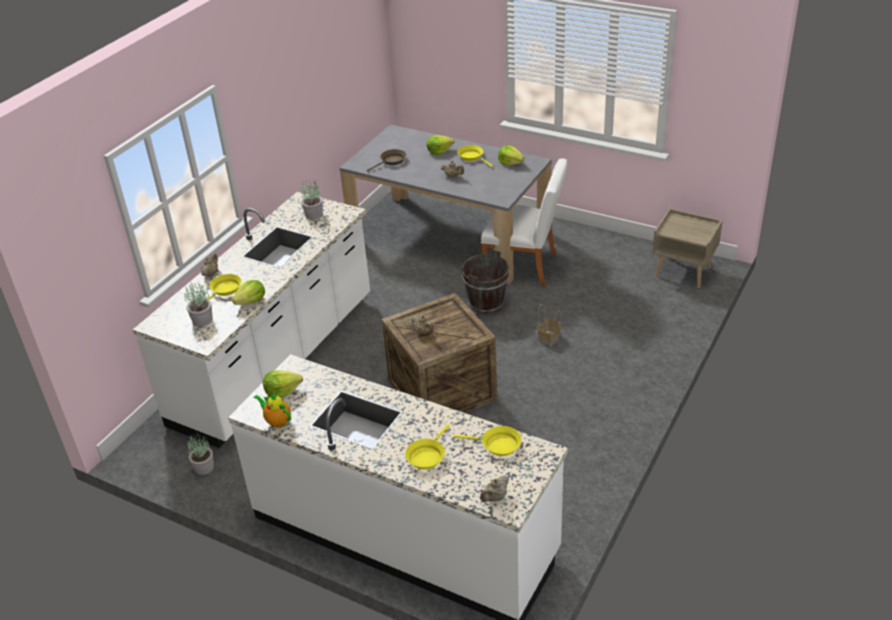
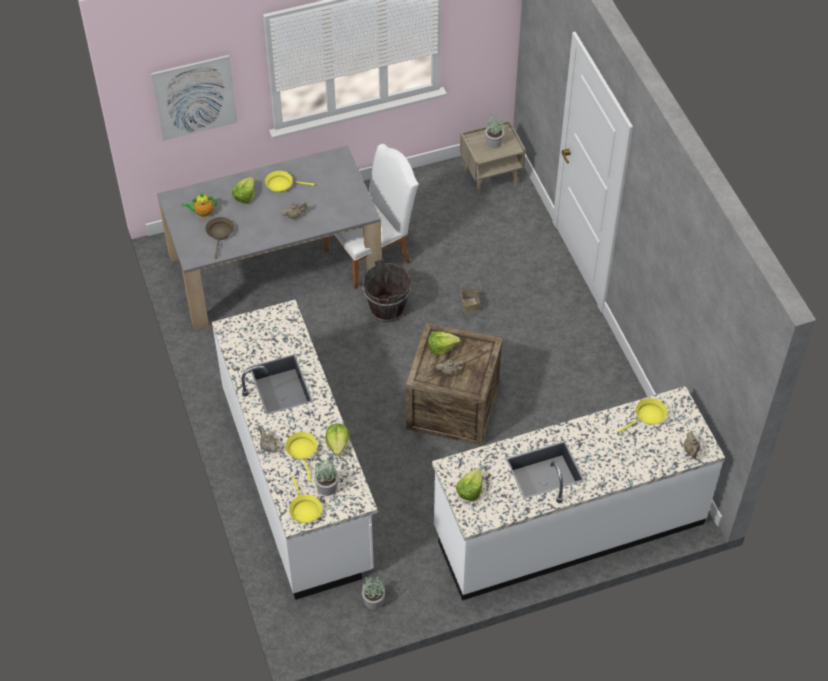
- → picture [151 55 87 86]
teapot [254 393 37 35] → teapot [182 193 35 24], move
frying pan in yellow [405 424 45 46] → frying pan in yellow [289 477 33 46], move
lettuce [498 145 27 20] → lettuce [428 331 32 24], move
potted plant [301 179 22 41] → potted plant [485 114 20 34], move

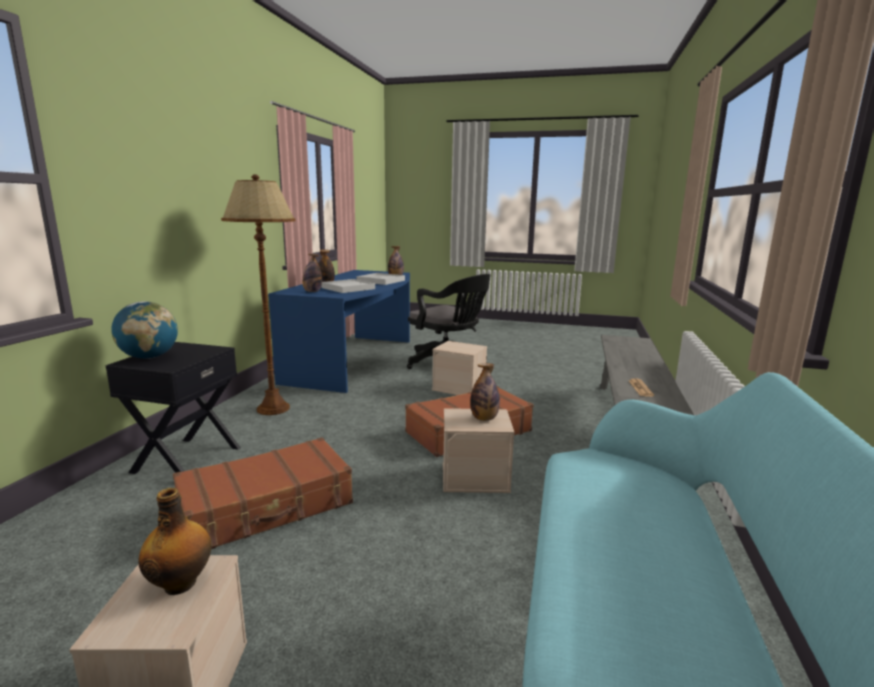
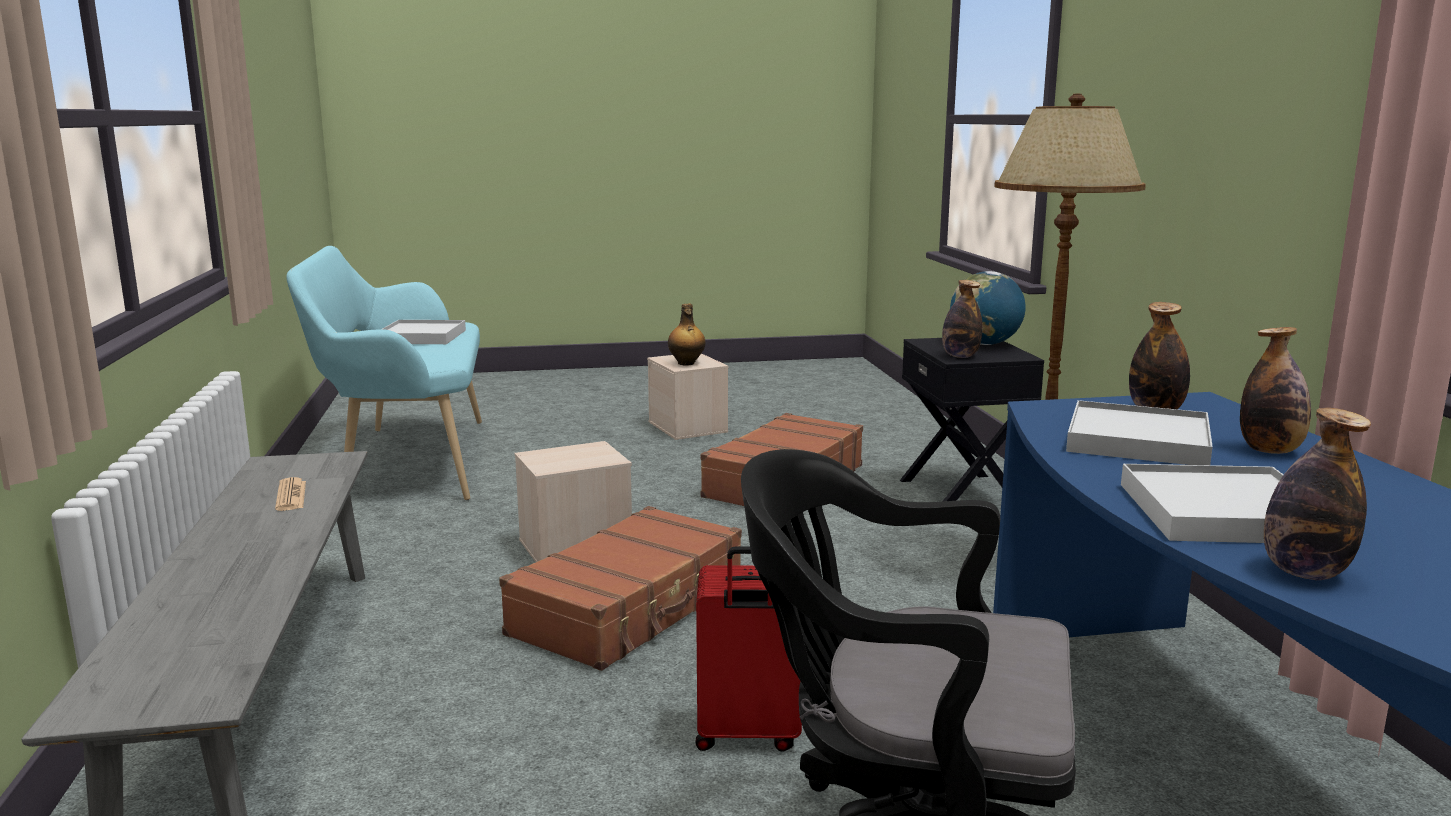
- → tray in white [383 320 83 24]
storage box in beige [432 341 55 54] → suitcase in red [695 547 107 205]
bottle [470 363 30 58] → bottle [942 280 41 78], move

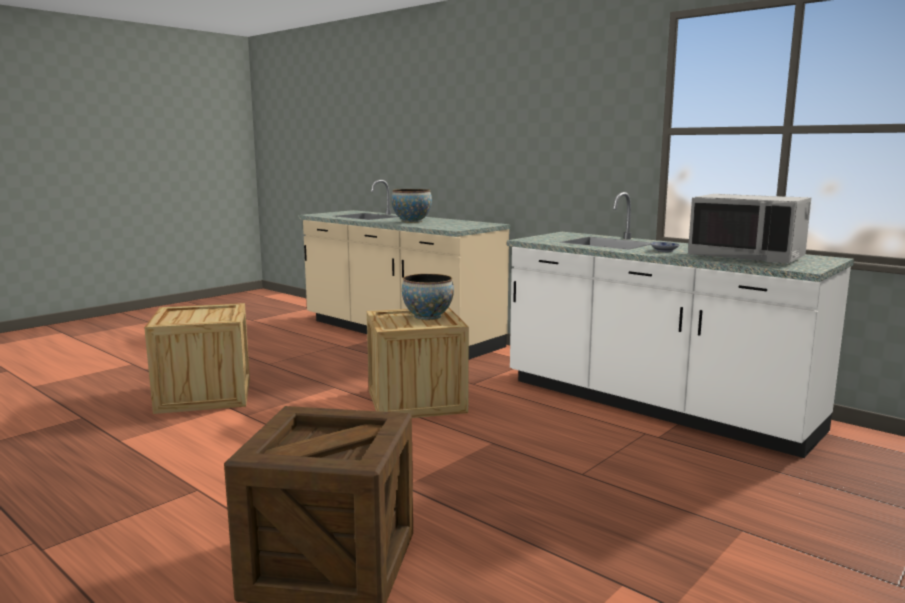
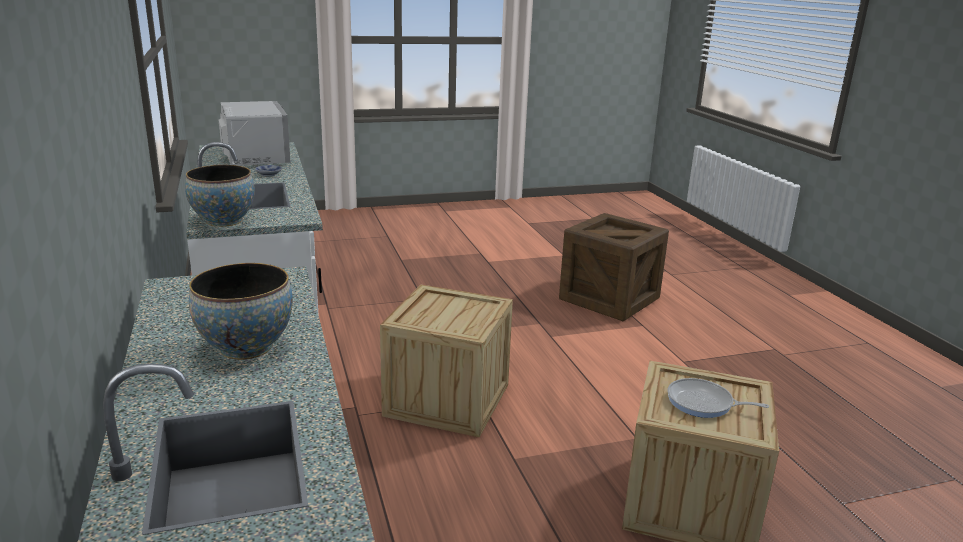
bowl [402 274 52 46] → bowl [185 165 70 62], move
- → frying pan [668 378 101 40]

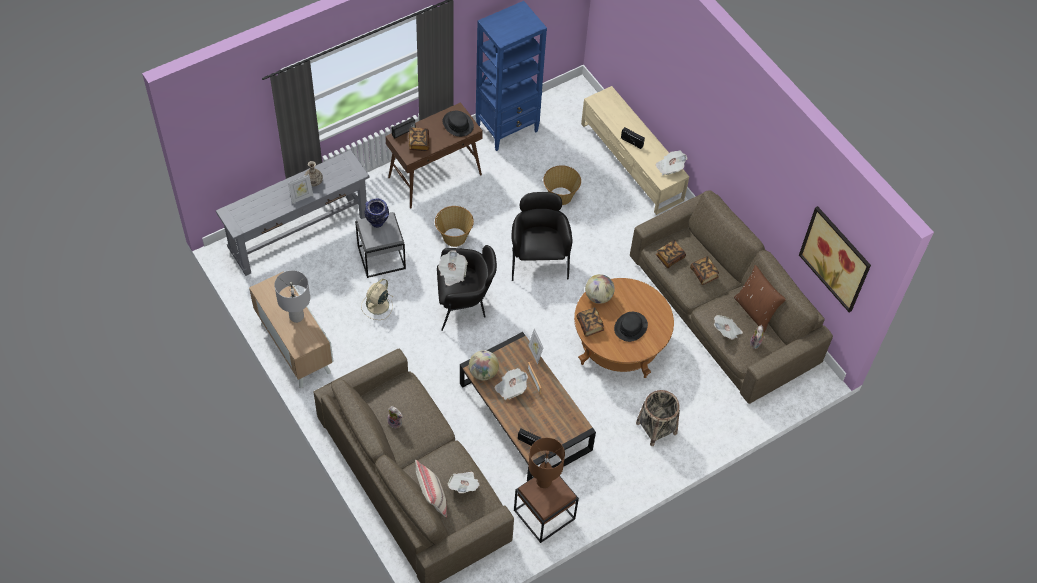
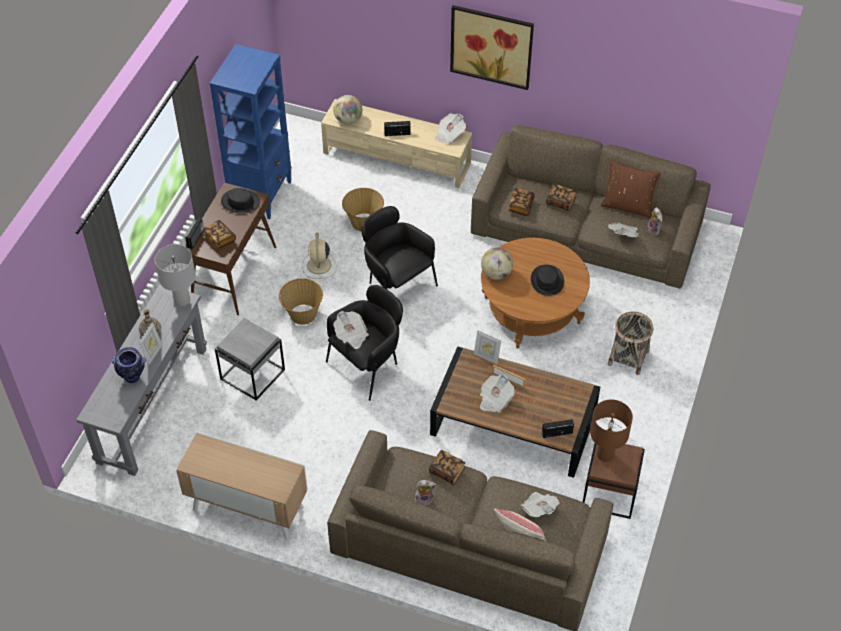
vase [365 199 24 29] → vase [112 347 34 36], move
table lamp in grey [274 270 36 53] → table lamp in grey [155 244 41 63], move
fan in beige [361 279 32 41] → fan in beige [302 233 35 46], move
globe [469 350 30 30] → globe [333 95 29 29], move
book [576 307 28 30] → book [429 450 37 35], move
picture [799 206 72 106] → picture [450 5 84 85], move

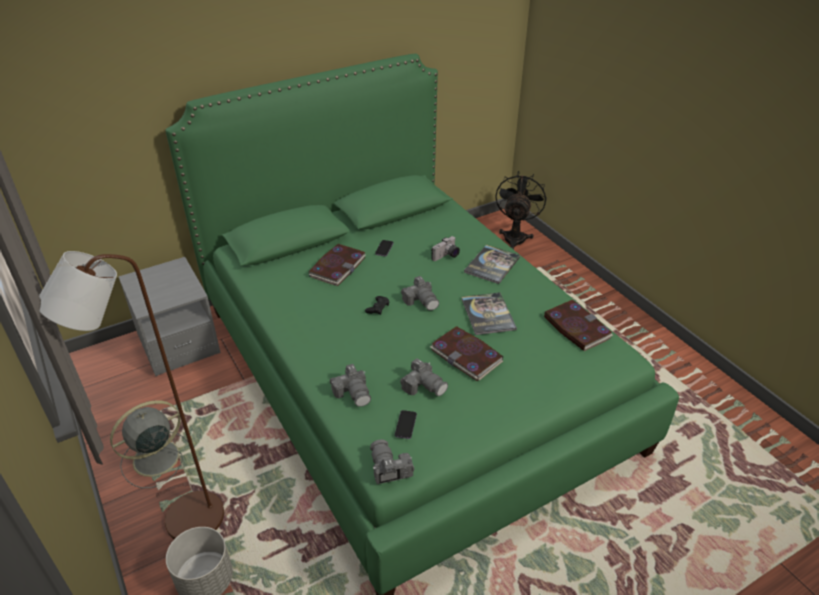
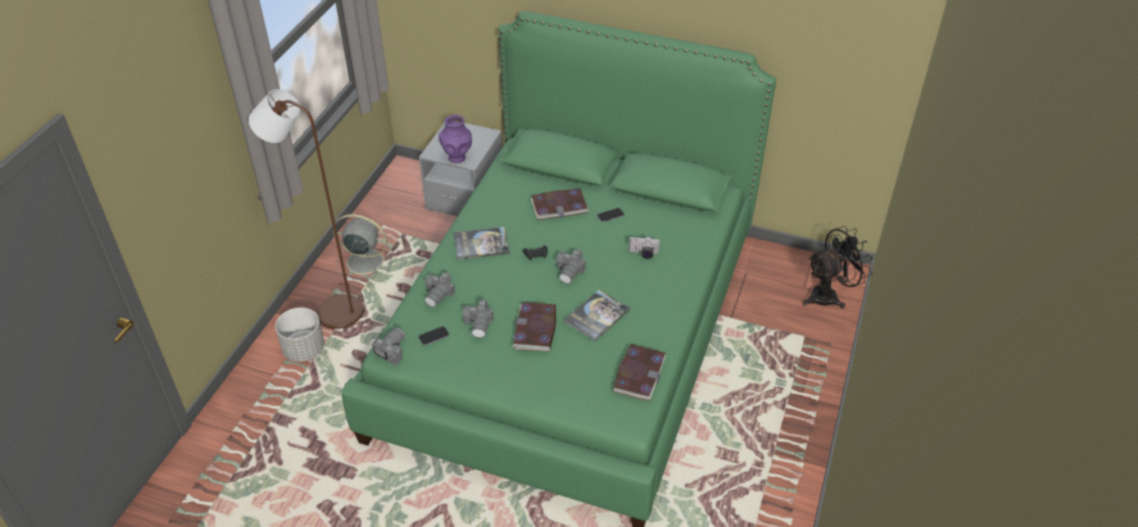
- → vase in purple [439 115 33 48]
book [464 245 56 39] → book [453 227 57 33], move

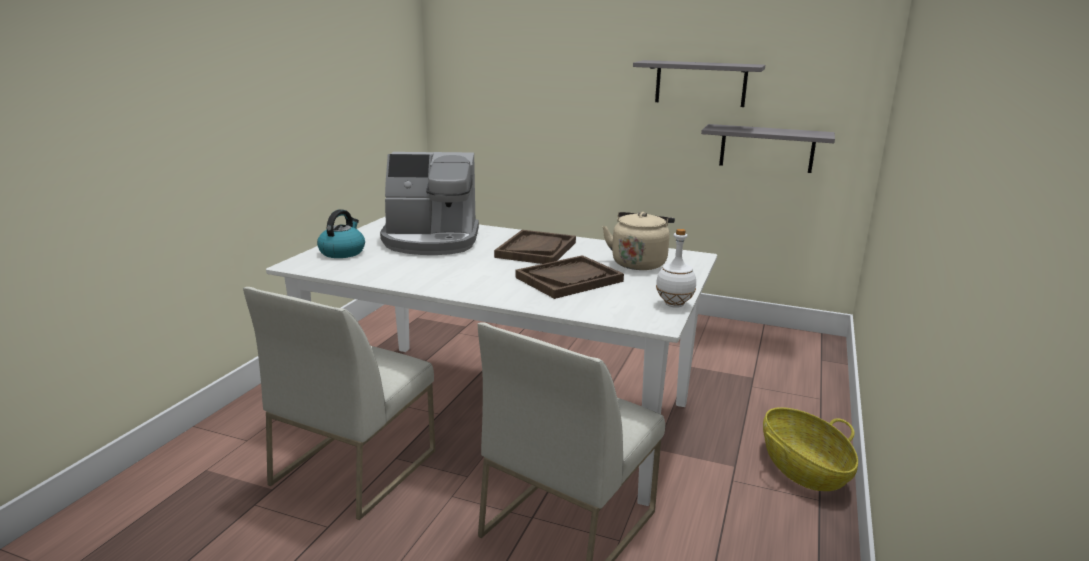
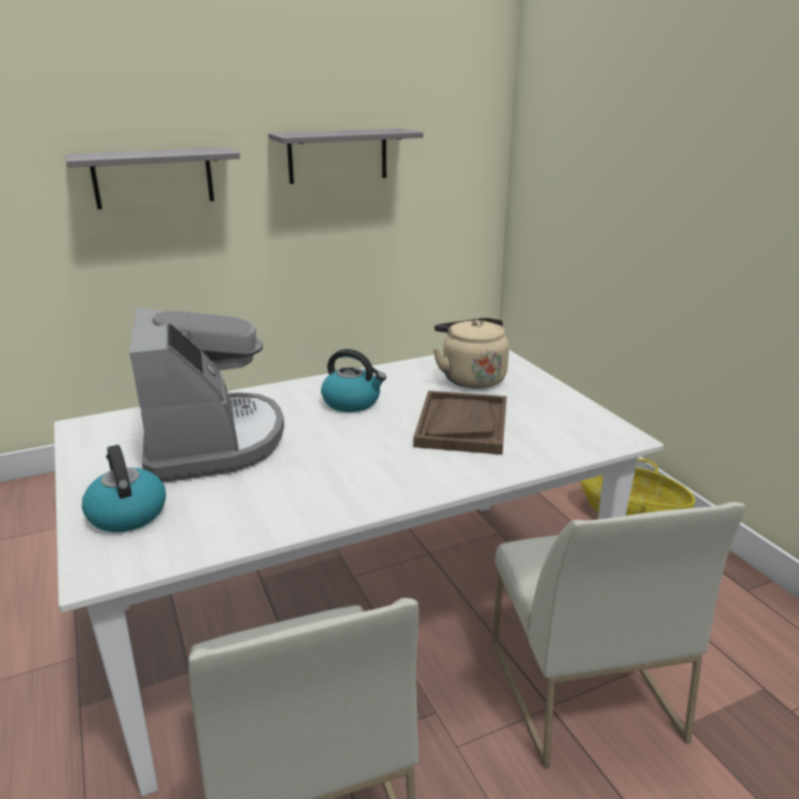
shelf in grey [701 124 134 49] → shelf in grey [65 147 175 62], move
coffee machine [380 152 99 103] → coffee machine [130 308 154 175], 60 degrees counterclockwise
tray in brown [494 230 82 34] → kettle [321 349 65 63]
bottle in white [656 229 40 79] → -

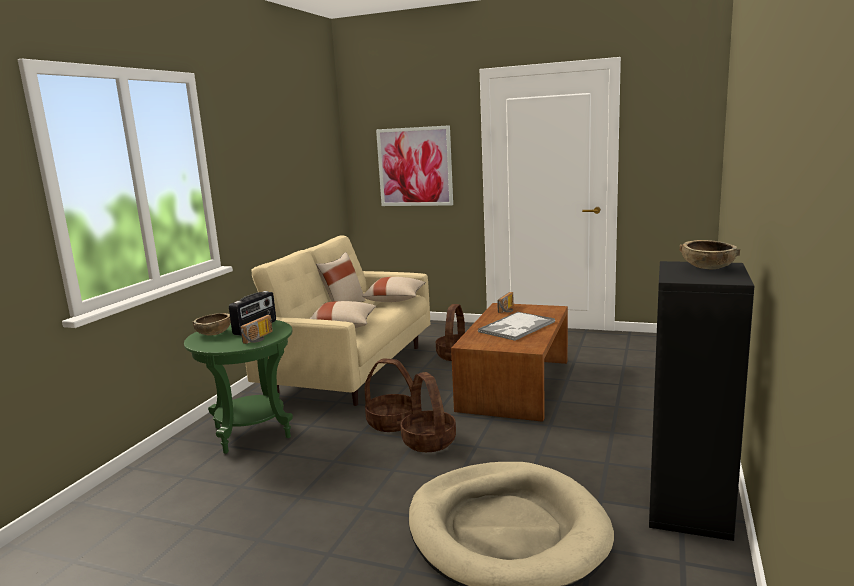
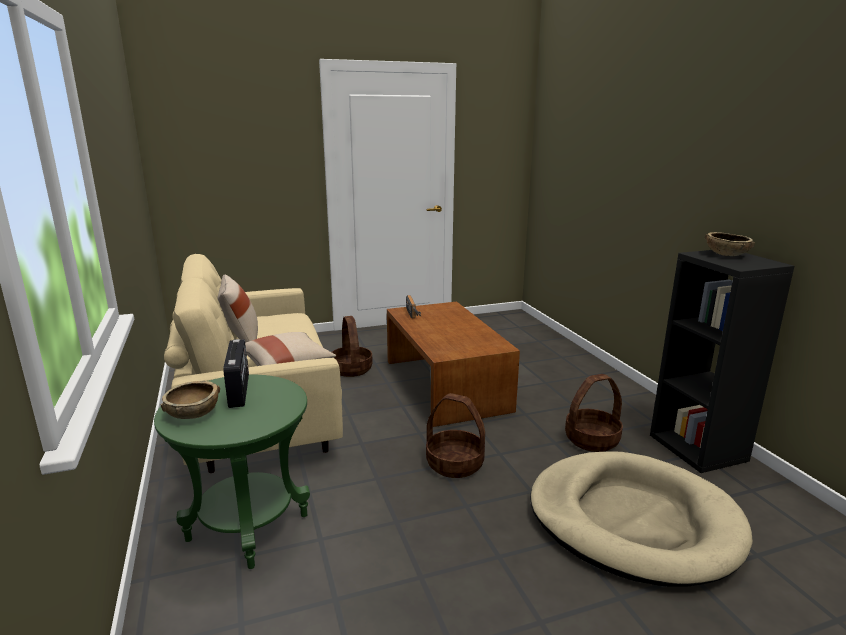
basket [364 358 49 74] → basket [565 374 58 78], move
radio [241 315 32 29] → -
pillow in beige [363 277 63 25] → -
picture [376 125 77 81] → -
tray [478 312 77 29] → -

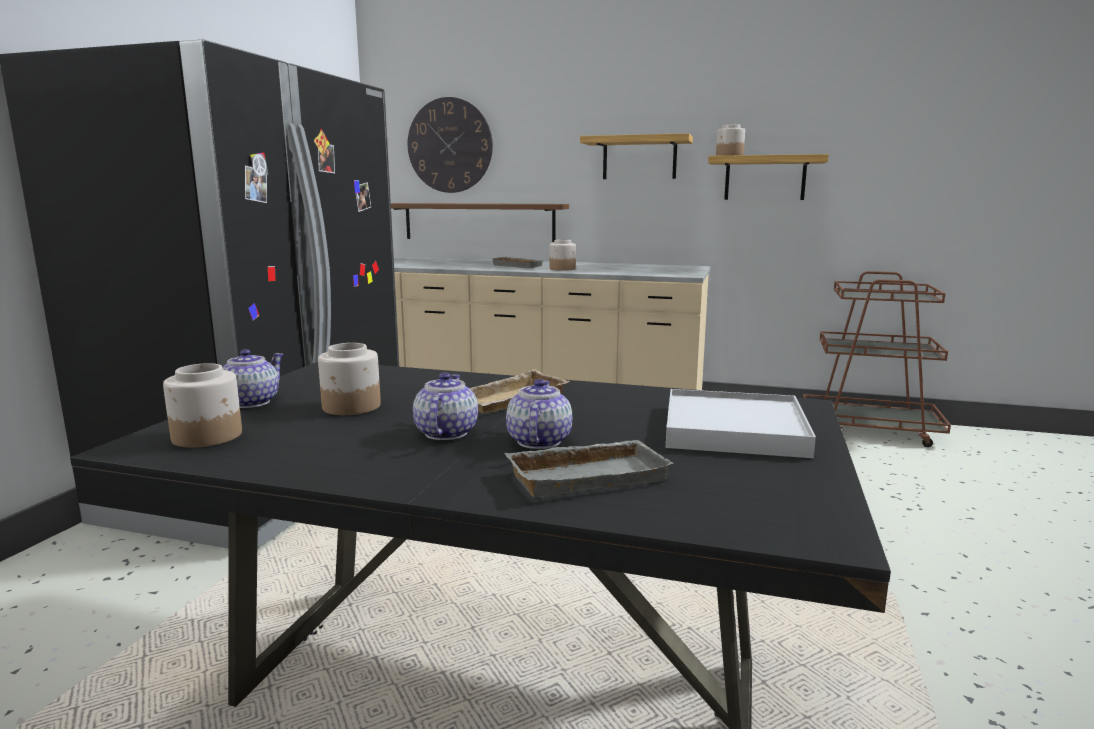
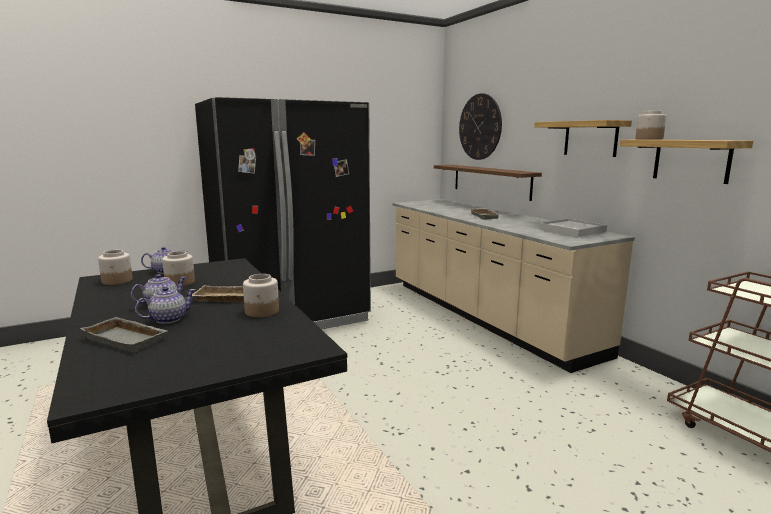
jar [549 239 27 32] → jar [243 274 36 43], move
tray in white [666 389 150 69] → tray in white [540 219 67 18], move

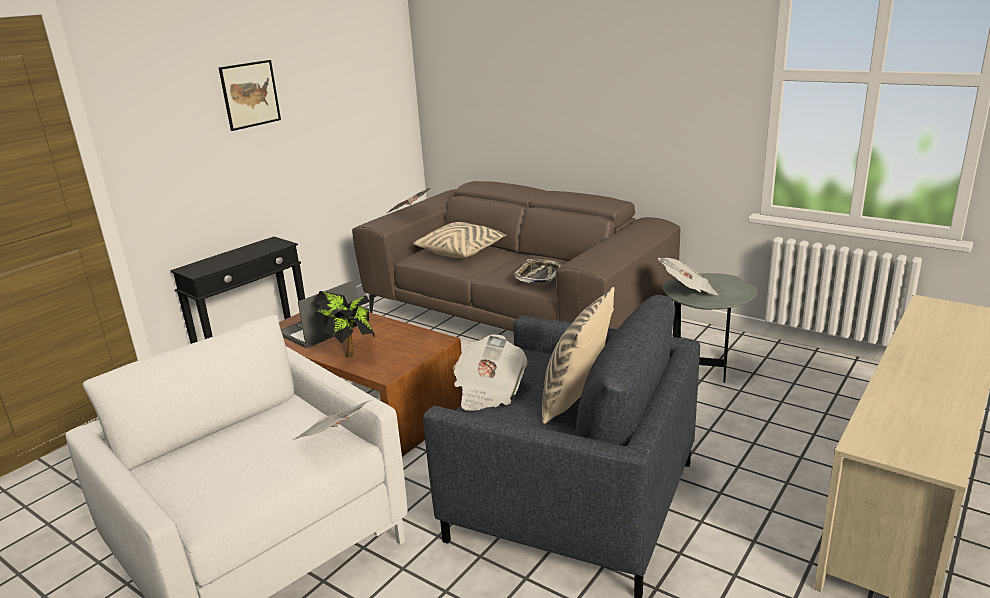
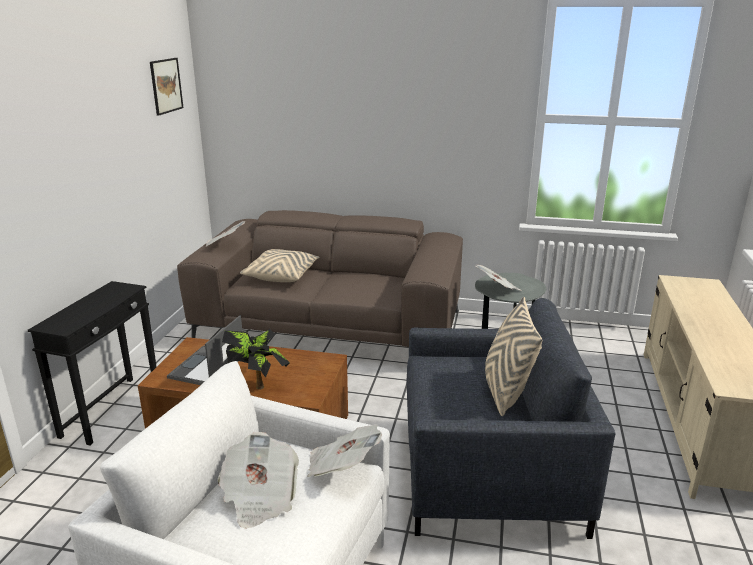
picture [219 60 62 71] → picture [150 58 33 58], move
newspaper [453 334 75 77] → newspaper [218 432 81 97], move
tray [514 259 49 24] → -

